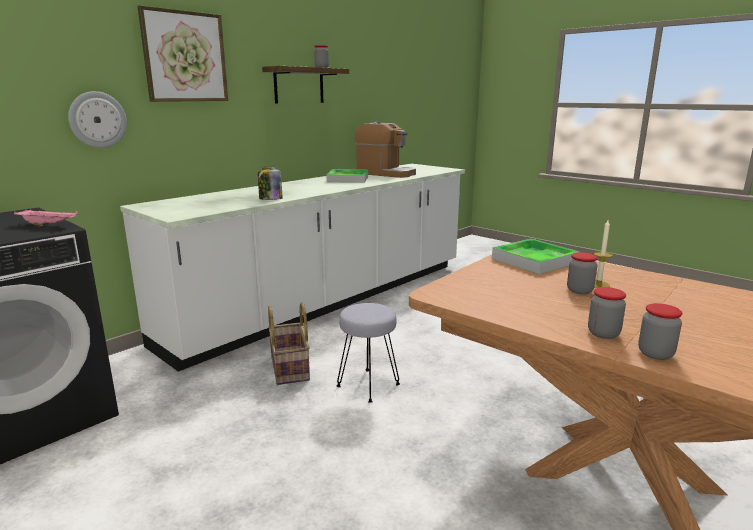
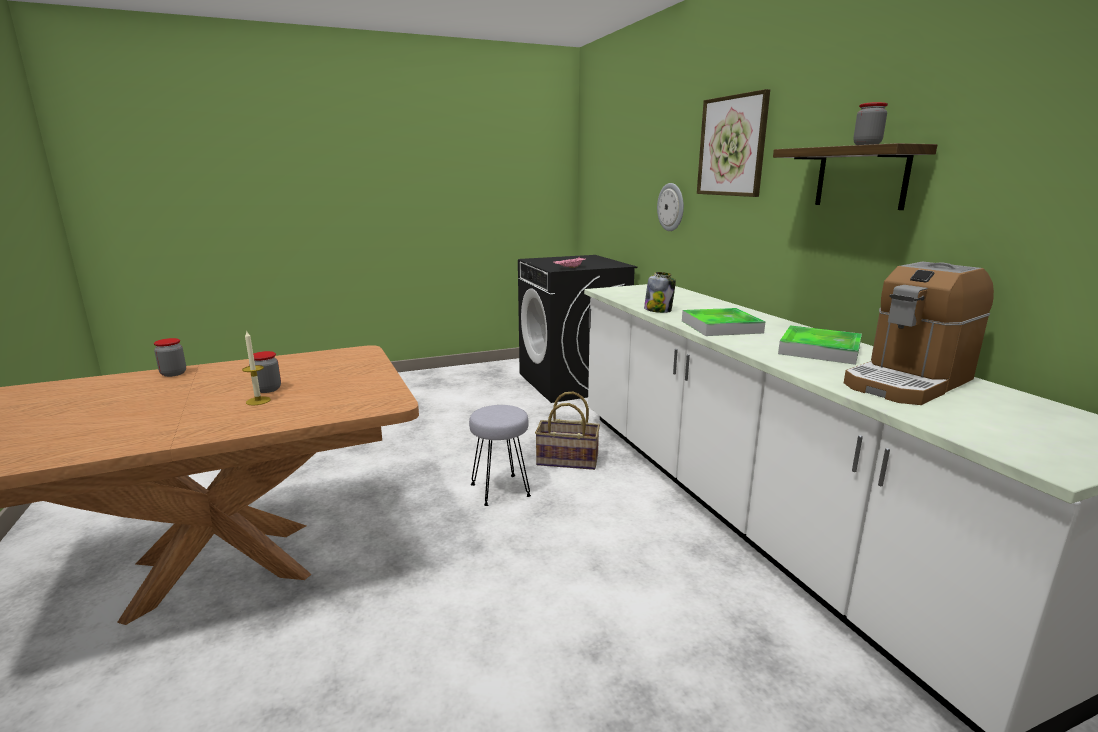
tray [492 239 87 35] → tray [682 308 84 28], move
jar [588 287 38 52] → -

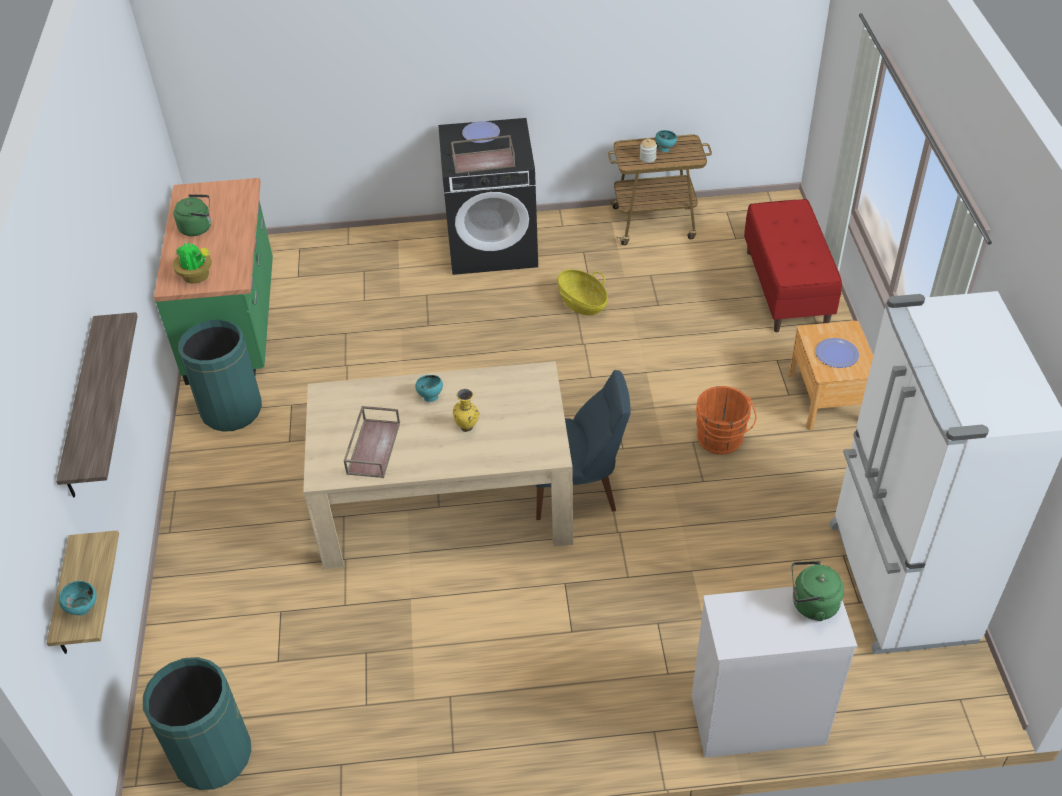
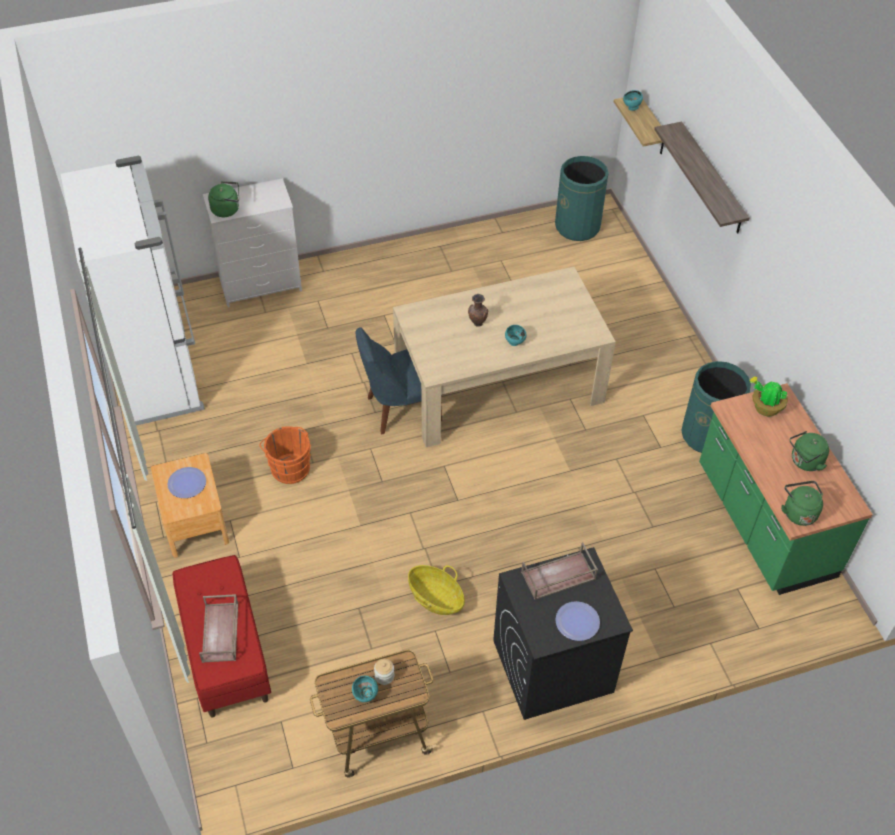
tray in brown [344 406 56 72] → tray in brown [199 594 39 69], move
vase in yellow [453 389 26 43] → vase in brown [468 294 20 33]
- → kettle in green [781 481 42 45]

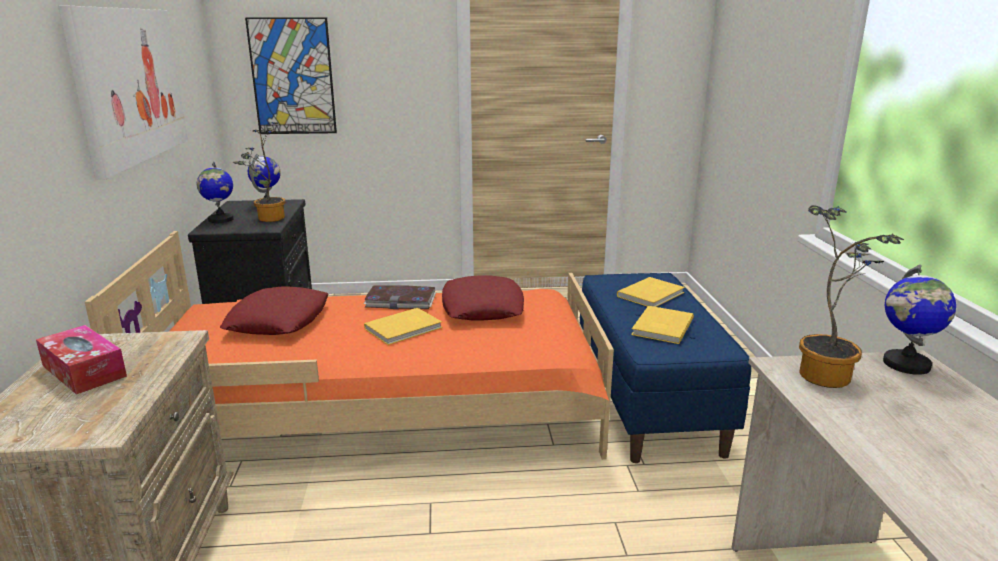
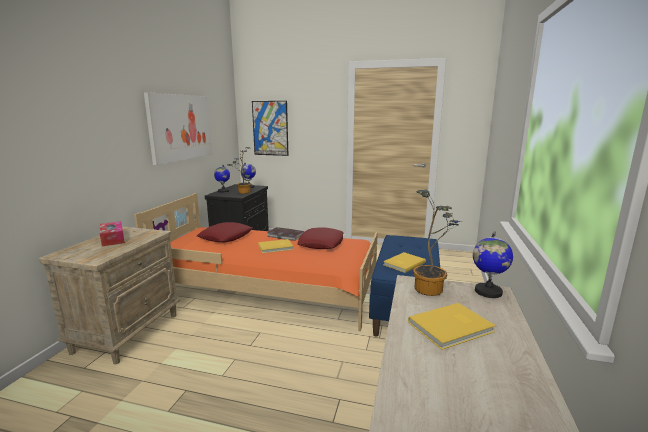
book in yellow [617 277 68 30] → book in yellow [408 303 88 47], move

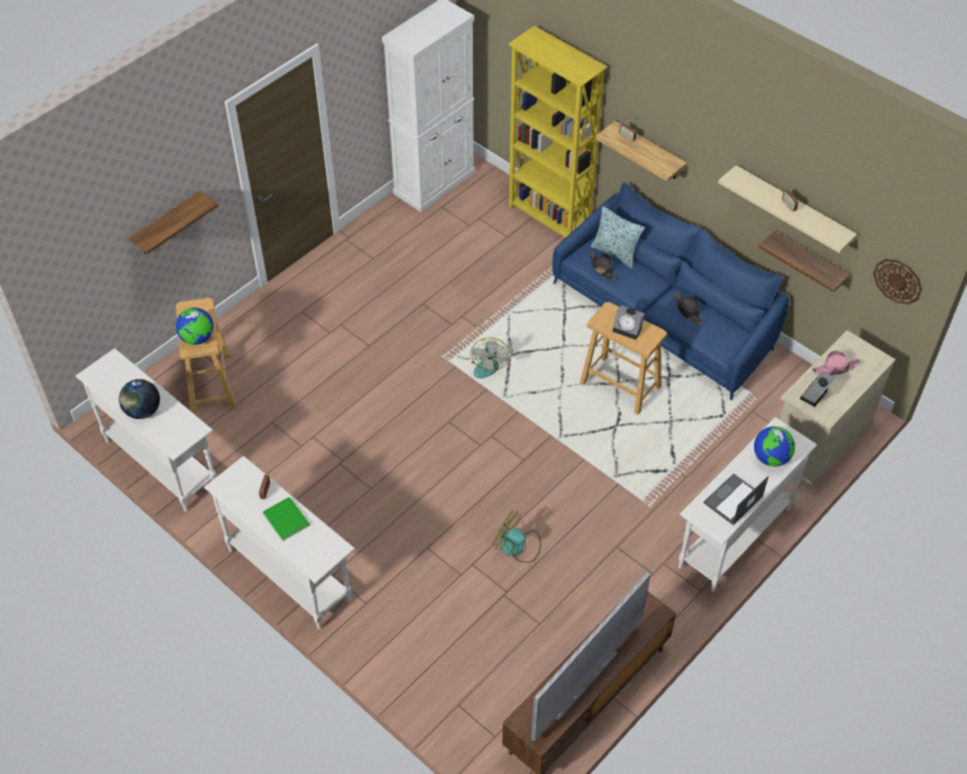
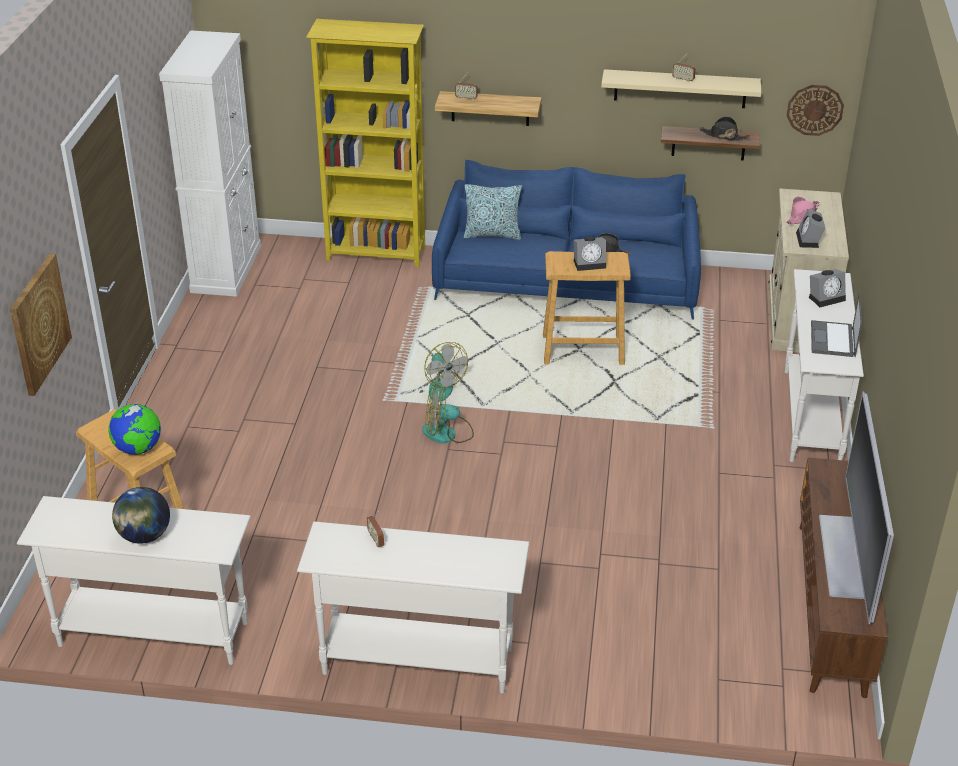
shelf [129 191 90 63] → picture [10 253 62 143]
fan [492 511 49 52] → fan [422 385 52 59], move
hat in black [589 253 27 27] → hat in black [700 116 50 25], move
globe [754 426 41 41] → alarm clock [809 269 37 38]
book in green [263 497 47 44] → -

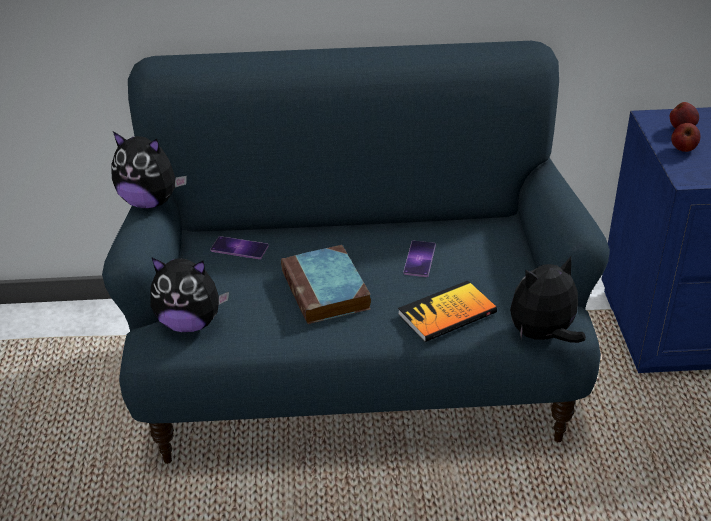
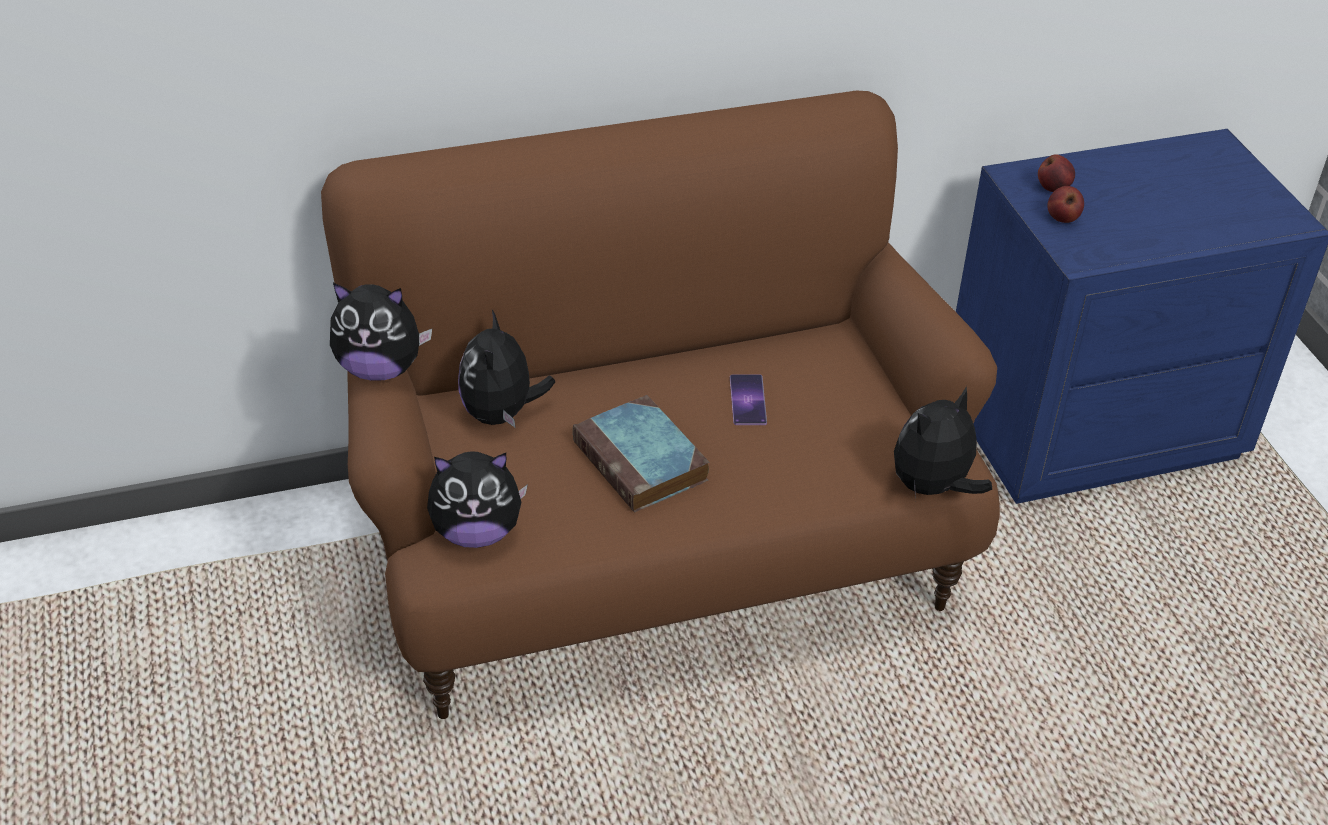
sofa in blue [102 41 508 423] → sofa in brown [321 91 679 628]
phone [210 236 59 23] → plush toy [458 310 97 118]
book [398 280 99 62] → -

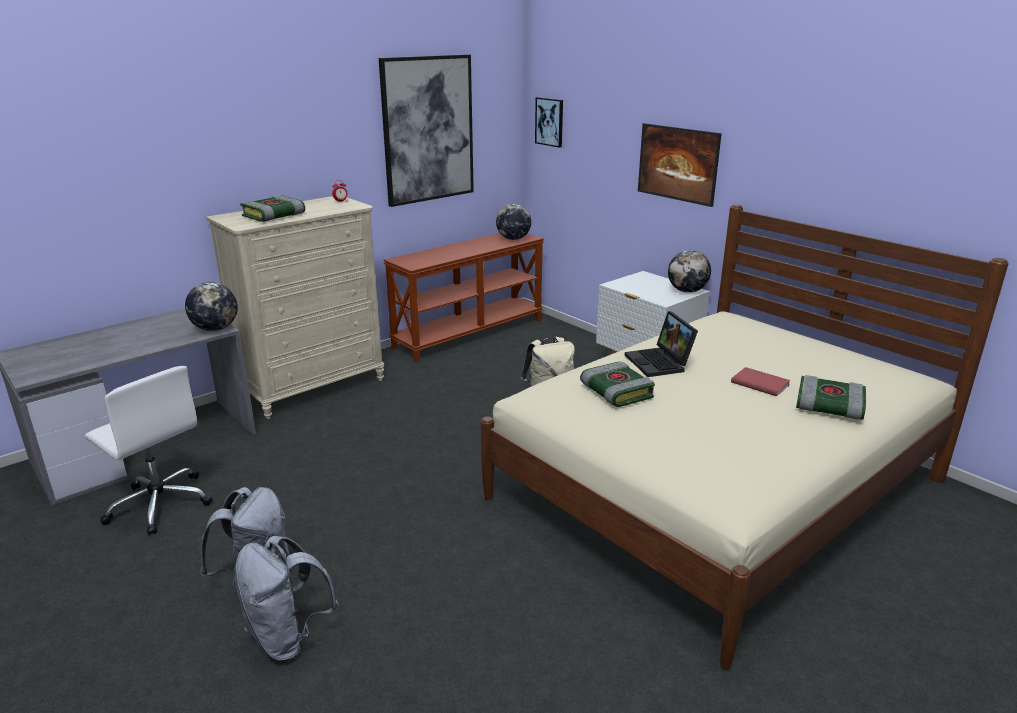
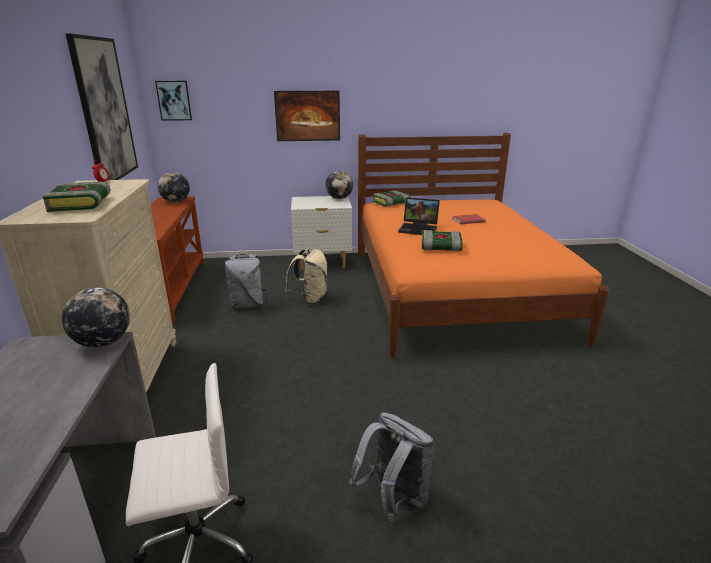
backpack in grey [235 536 104 125] → backpack in grey [224 254 42 54], move
bed in beige [481 204 528 465] → bed in orange [358 133 251 225]
book [796 375 70 45] → book [373 190 37 17], move

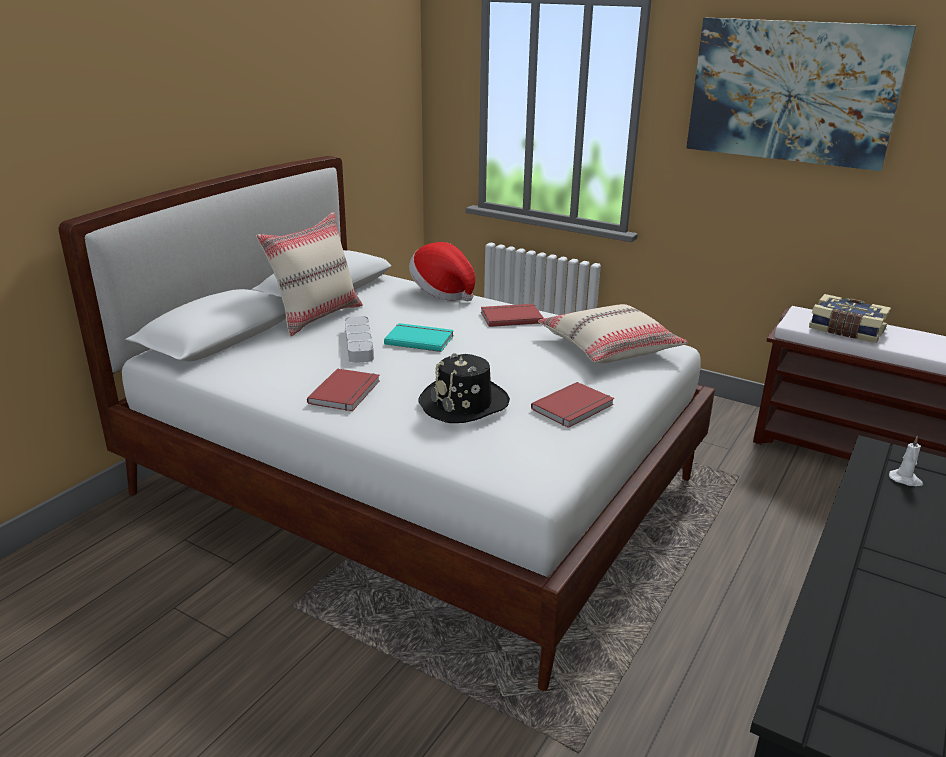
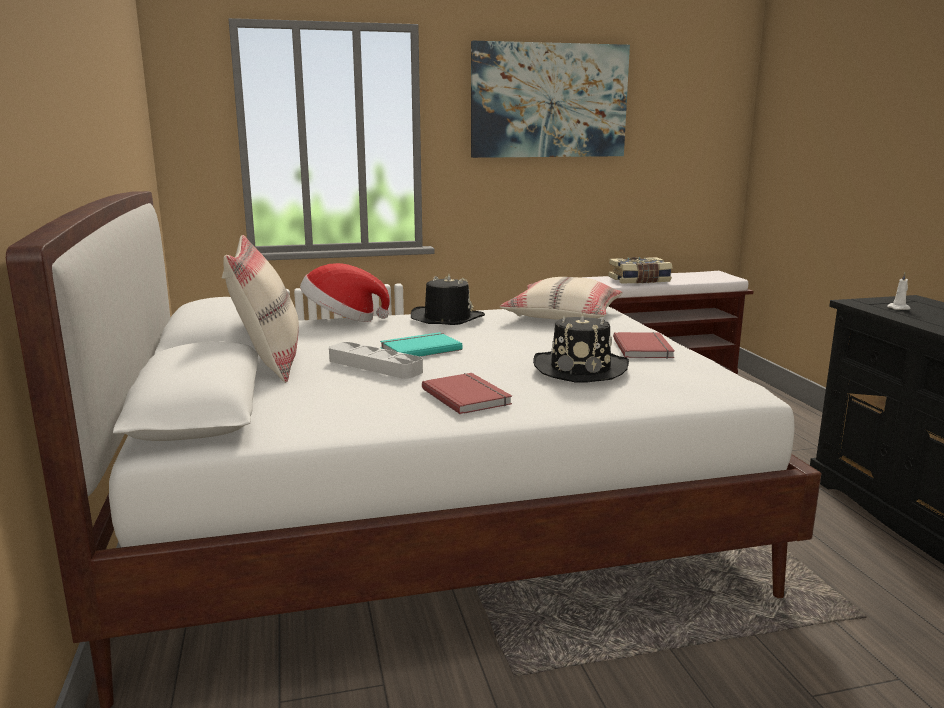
book in red [481 304 63 23] → hat in black [411 274 74 51]

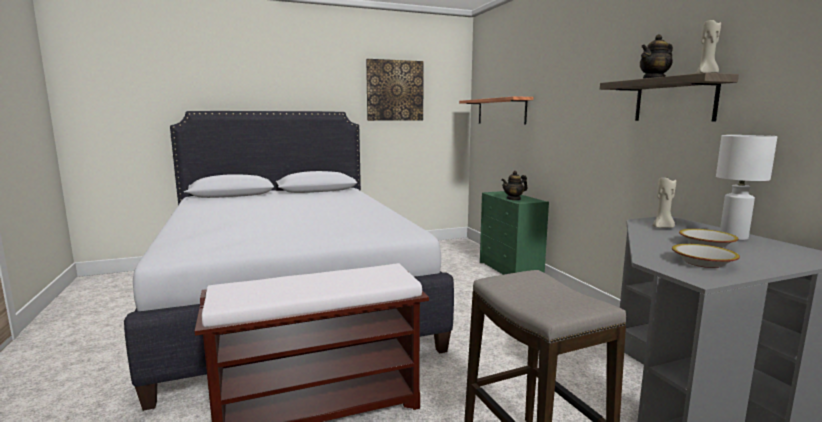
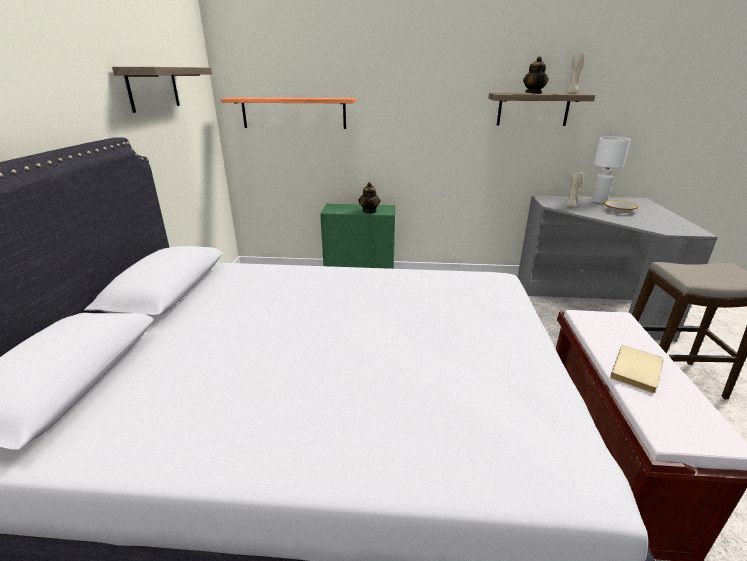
picture [366 59 58 62] → shelf [112 67 100 46]
- → book in beige [610 345 54 48]
bowl [672 244 68 24] → -

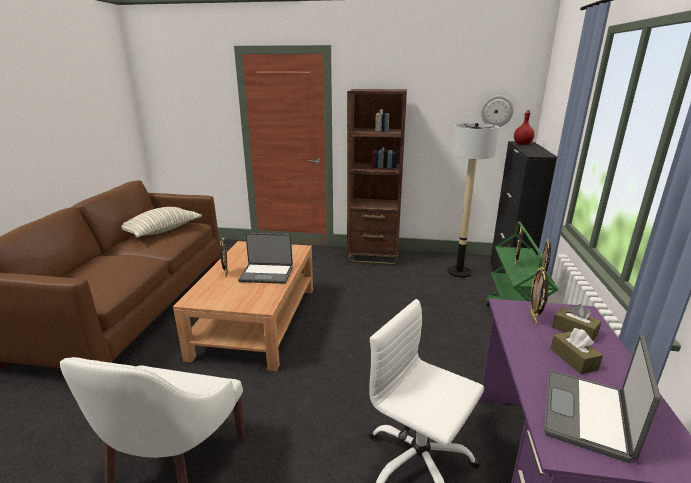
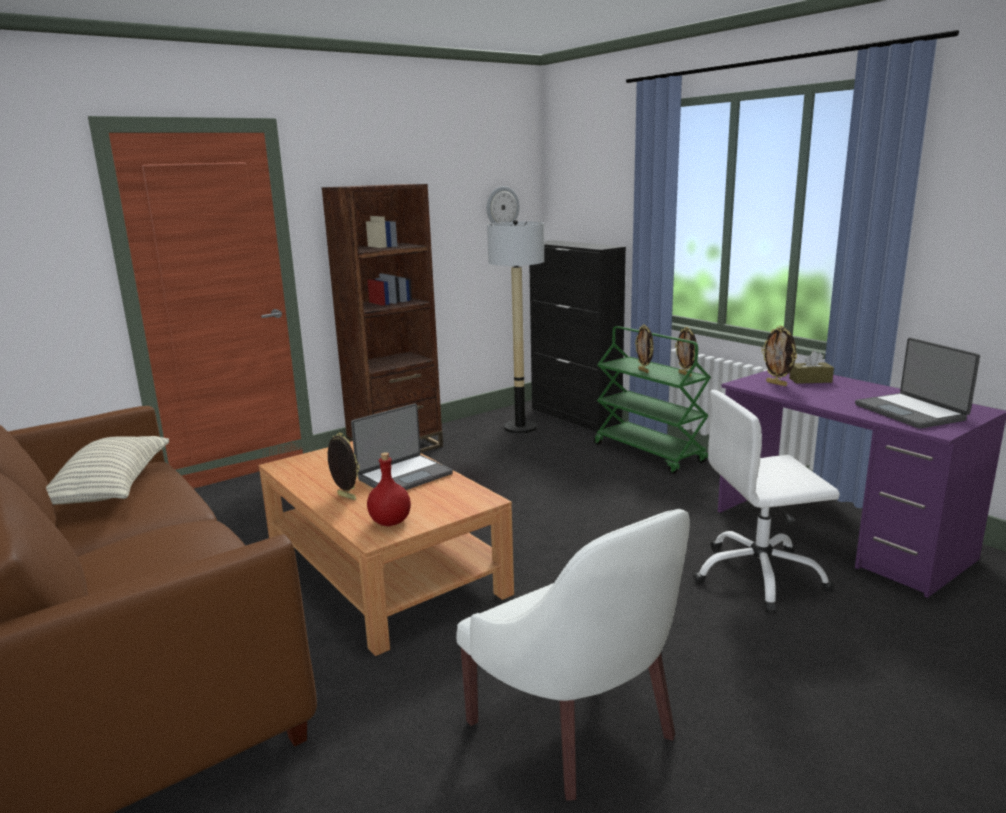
bottle in red [514 110 20 35] → bottle in red [367 452 44 74], move
tissue box in brown [550 328 53 46] → -

